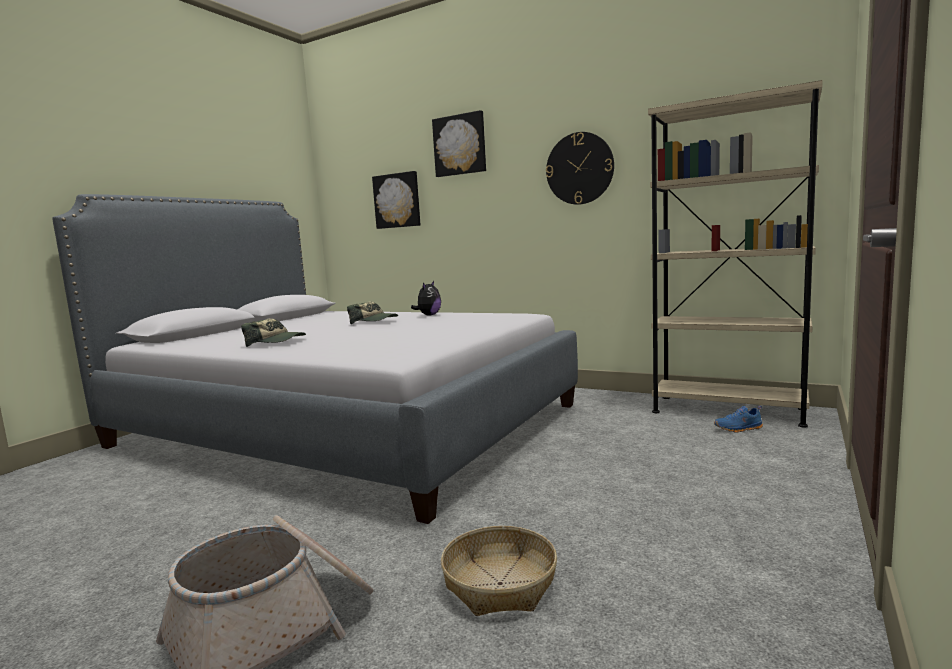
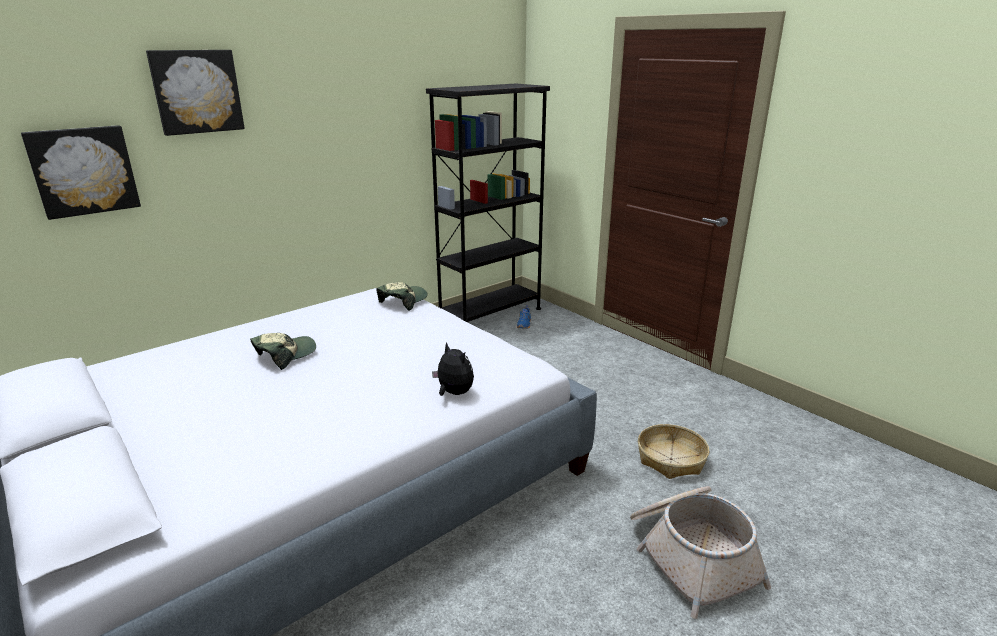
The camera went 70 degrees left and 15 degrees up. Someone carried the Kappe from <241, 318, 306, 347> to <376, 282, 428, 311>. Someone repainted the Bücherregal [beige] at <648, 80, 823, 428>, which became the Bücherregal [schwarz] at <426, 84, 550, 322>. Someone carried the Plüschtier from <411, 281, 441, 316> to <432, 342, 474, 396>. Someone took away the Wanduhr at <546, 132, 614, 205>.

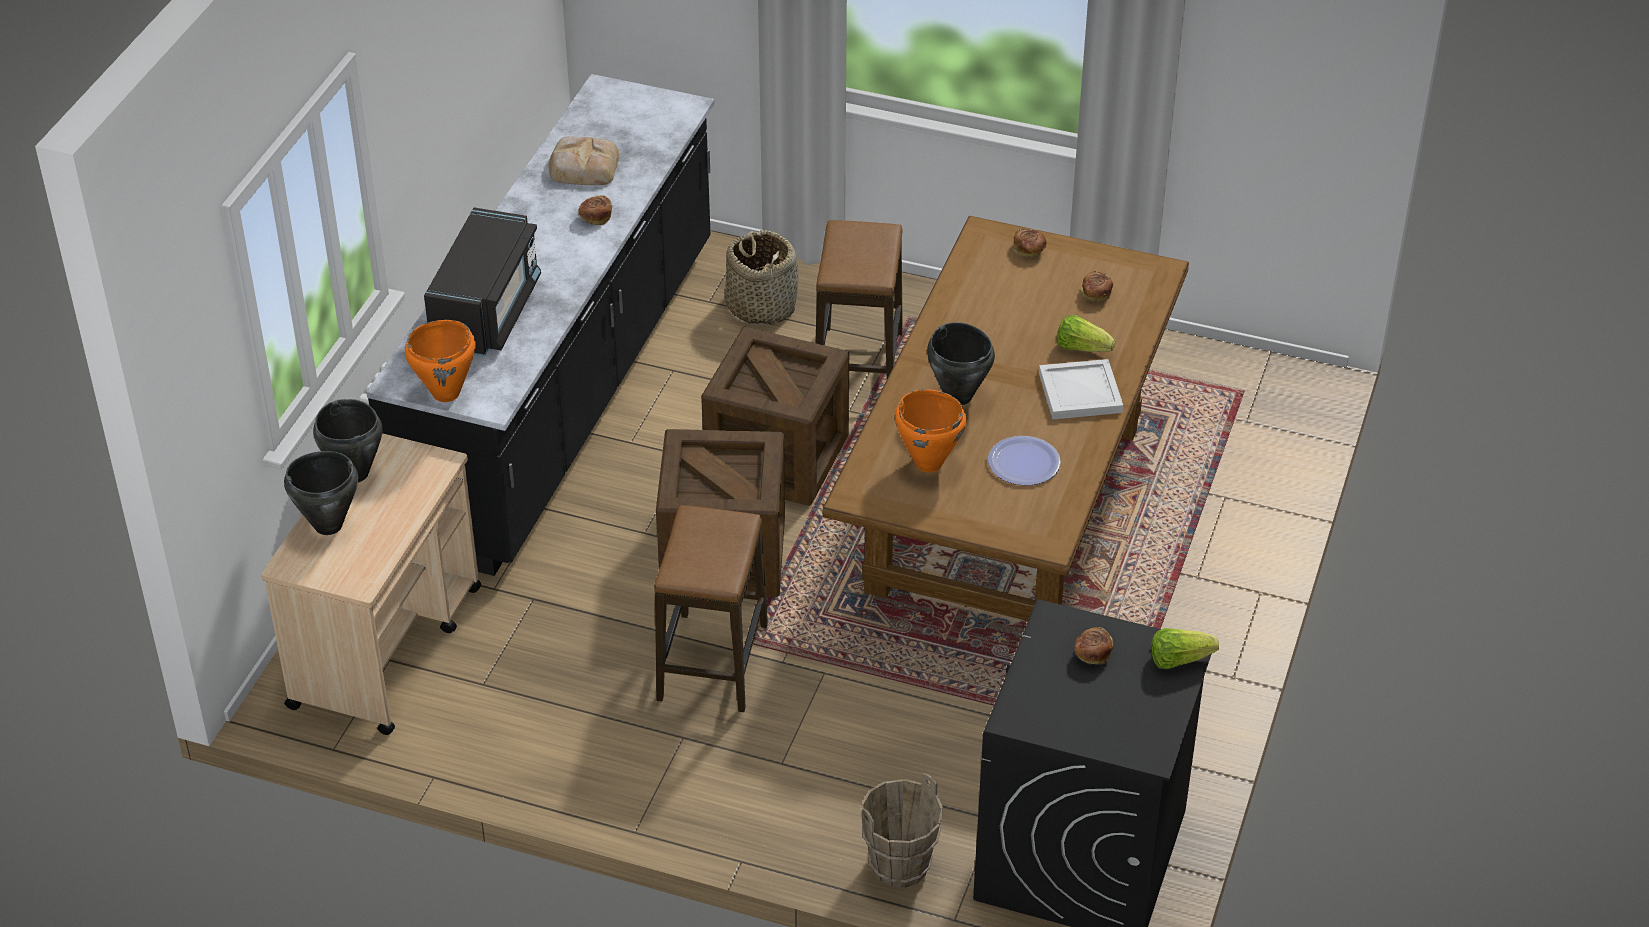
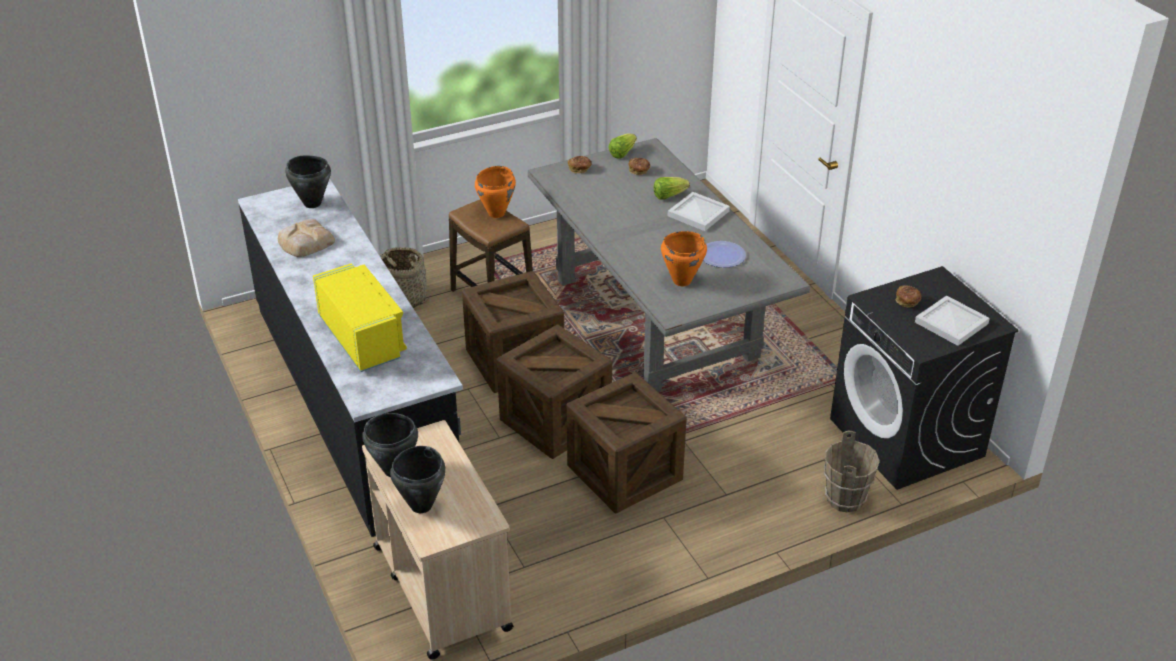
The camera went 45 degrees left and 5 degrees down. Someone carried the Kochtopf [schwarz] from <927, 322, 995, 405> to <285, 155, 331, 208>. Someone repainted the Mikrowelle [schwarz] at <424, 208, 541, 356>, which became the Mikrowelle [gelb] at <313, 263, 407, 372>. Someone carried the Kochtopf [orange] from <405, 320, 476, 402> to <475, 166, 516, 218>. Someone repainted the Esstisch [braun] at <823, 216, 1189, 621>, which became the Esstisch [grau] at <528, 138, 810, 391>. Someone swapped the Hocker at <654, 505, 768, 712> for the Kiste at <567, 372, 687, 513>. Someone carried the Salatkopf from <1151, 628, 1219, 669> to <608, 134, 637, 159>. Someone put down the Tablett [weiß] at <915, 295, 990, 346>. Someone took away the Brot at <579, 196, 612, 225>.

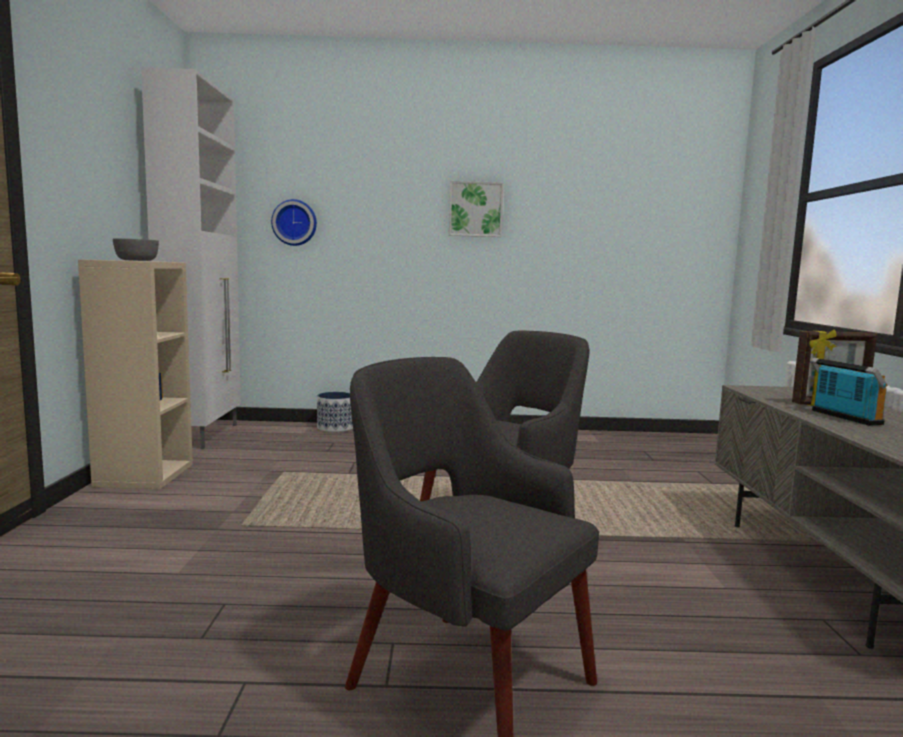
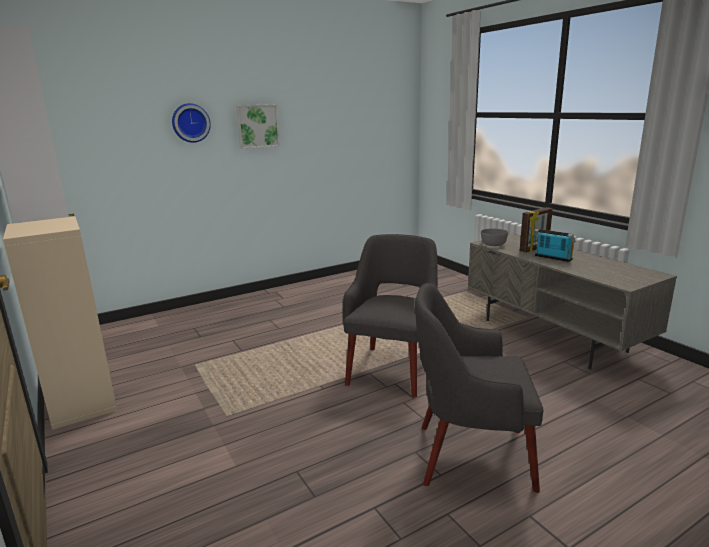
The camera went 30 degrees left and 10 degrees up. Someone carried the Wanduhr from <271, 199, 317, 246> to <172, 103, 211, 143>. Someone carried the Schüssel [grau] from <113, 238, 159, 261> to <481, 228, 508, 246>. Someone took away the Pflanzkübel at <317, 392, 353, 432>.

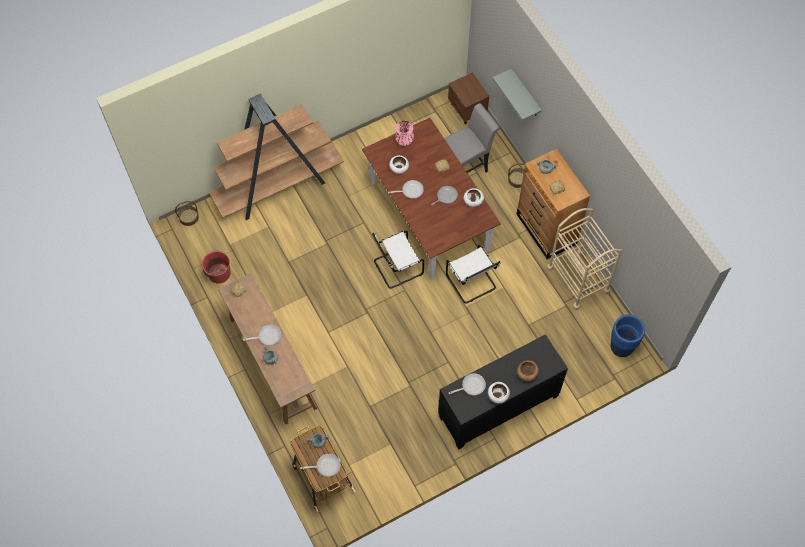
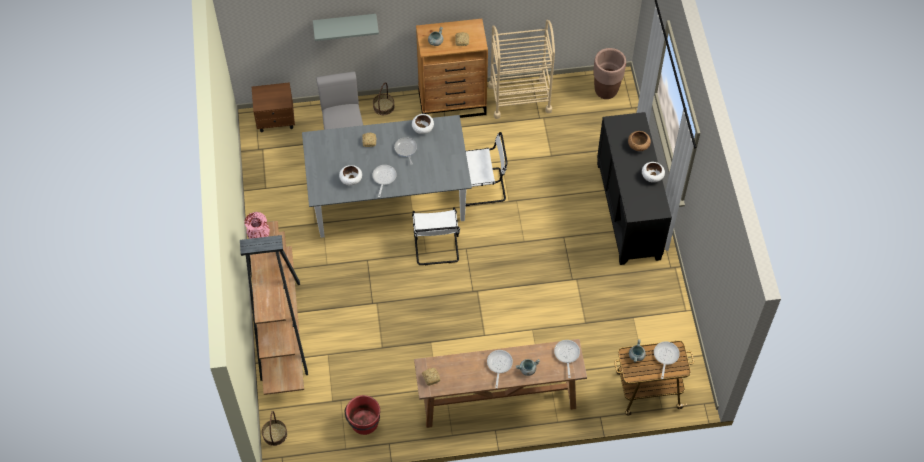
The camera went 70 degrees left and 5 degrees down. Someone carried the Vase [rosa] from <395, 121, 414, 146> to <245, 212, 270, 239>. Someone repainted the Esstisch [braun] at <362, 118, 501, 280>, which became the Esstisch [grau] at <302, 115, 472, 238>. Someone carried the Pfanne from <449, 373, 486, 395> to <554, 340, 580, 378>. Someone repainted the Pflanzkübel [blau] at <611, 314, 645, 357>, which became the Pflanzkübel [braun] at <593, 48, 626, 99>.

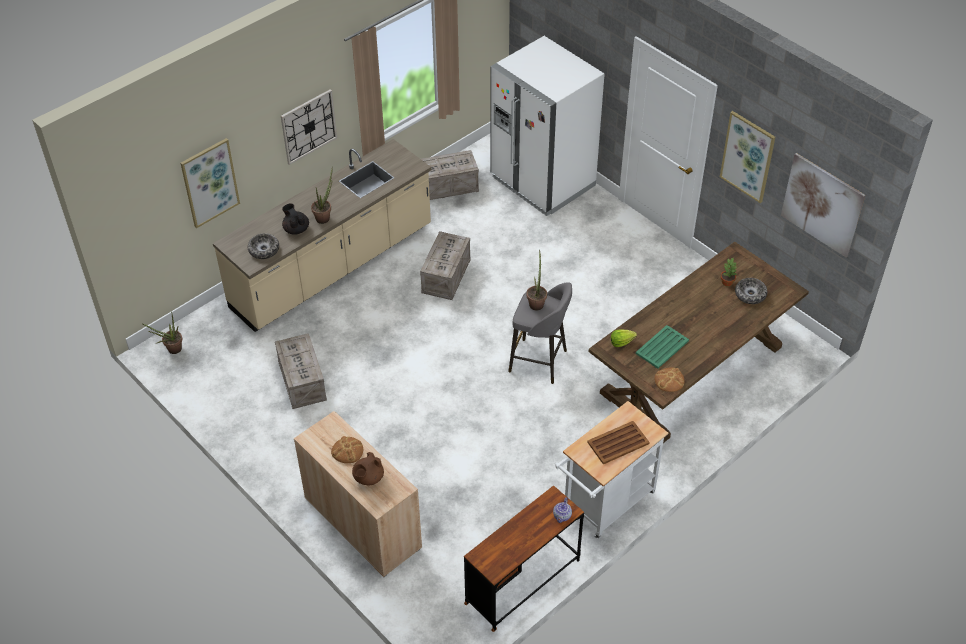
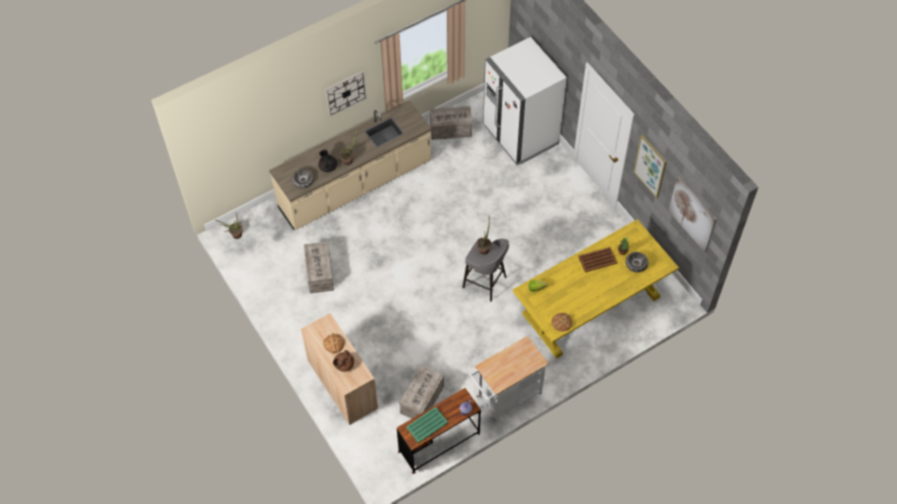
The camera went 10 degrees right and 10 degrees up. Someone carried the Kiste from <420, 231, 471, 300> to <399, 365, 444, 419>. Someone carried the Tablett [grün] from <636, 325, 689, 369> to <406, 407, 448, 443>. Someone repainted the Esstisch [braun] at <588, 242, 809, 443>, which became the Esstisch [gelb] at <513, 219, 679, 359>. Someone carried the Tablett [braun] from <587, 421, 650, 464> to <578, 247, 617, 272>. Someone took away the Bild at <180, 138, 240, 228>.

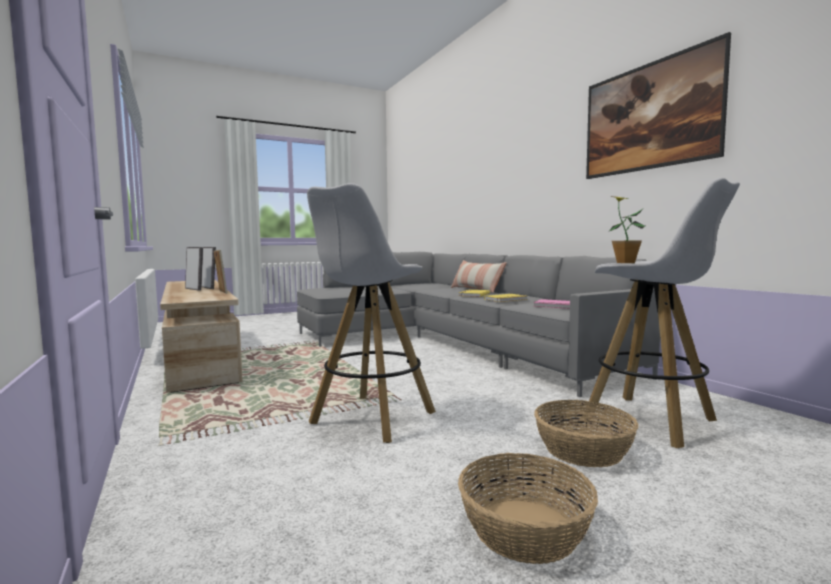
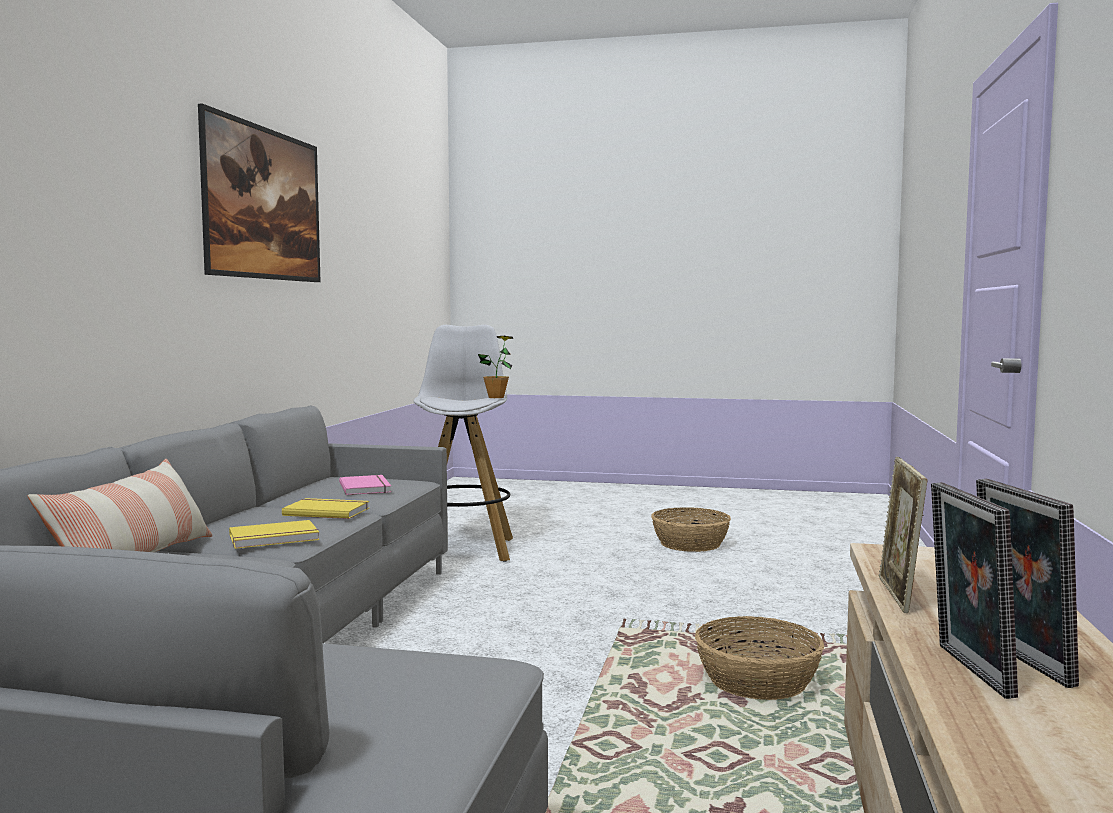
The camera went 140 degrees left and 0 degrees up. Someone carried the Korb from <534, 400, 639, 467> to <695, 616, 824, 700>. Someone took away the Hocker [weiß] at <307, 183, 436, 443>.

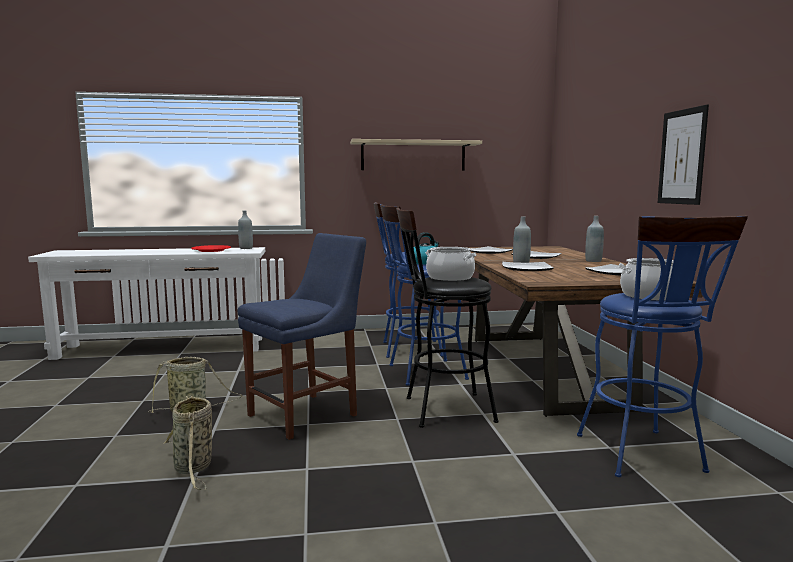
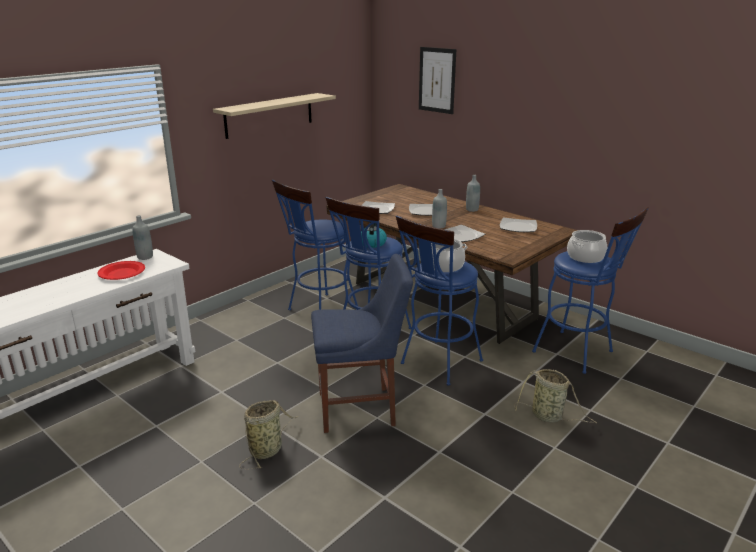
The camera went 40 degrees left and 15 degrees up. Someone rotated the Stuhl [blau] at <238, 233, 366, 440> by 75 degrees clockwise. Someone repainted the Hocker [schwarz] at <396, 207, 499, 428>, which became the Hocker [blau] at <396, 215, 483, 386>. Someone carried the Bild from <658, 104, 709, 205> to <419, 47, 456, 114>. Someone carried the Korb from <163, 395, 212, 490> to <514, 369, 597, 423>.

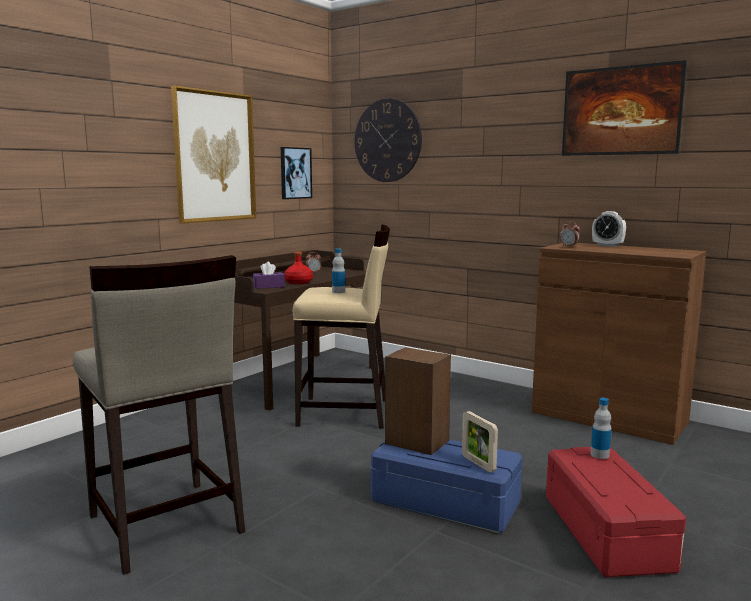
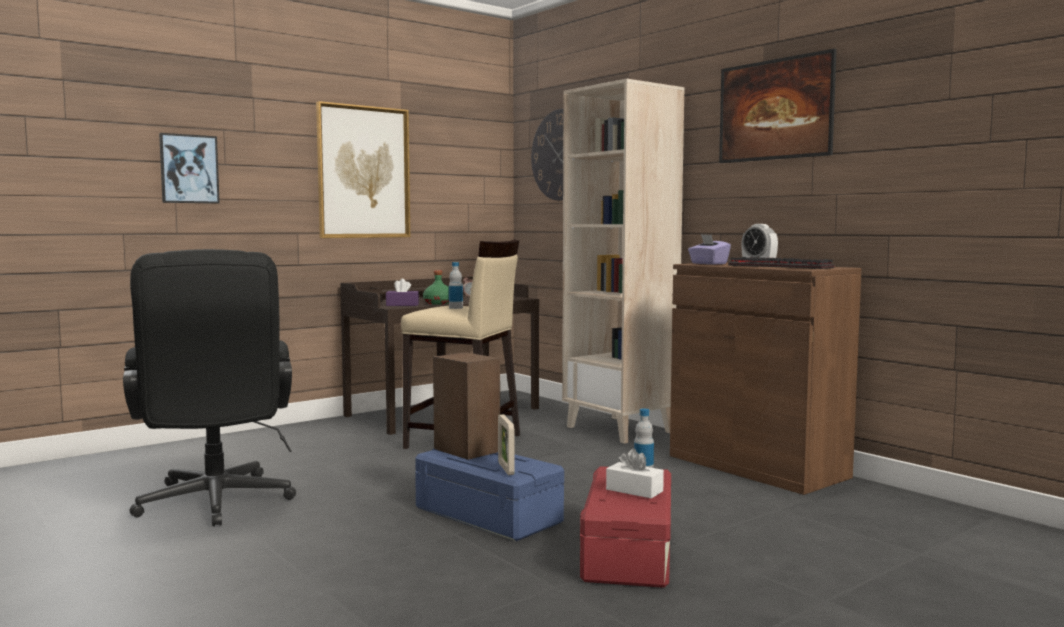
The camera went 15 degrees right and 5 degrees down. Someone swapped the Hocker [beige] at <73, 255, 245, 575> for the Bürostuhl [schwarz] at <123, 249, 296, 526>. Someone carried the Bild from <281, 147, 312, 199> to <159, 133, 220, 204>. Someone repainted the Flasche [rot] at <284, 252, 313, 284>, which became the Flasche [grün] at <423, 270, 449, 305>. Someone put down the Bücherregal [beige] at <562, 79, 684, 444>. Someone put down the Taschentuchbox [weiß] at <606, 448, 664, 499>. Someone swapped the Wecker at <560, 221, 580, 248> for the Taschentuchbox [lila] at <688, 234, 731, 265>. Someone put down the Tastatur at <728, 257, 835, 269>.

